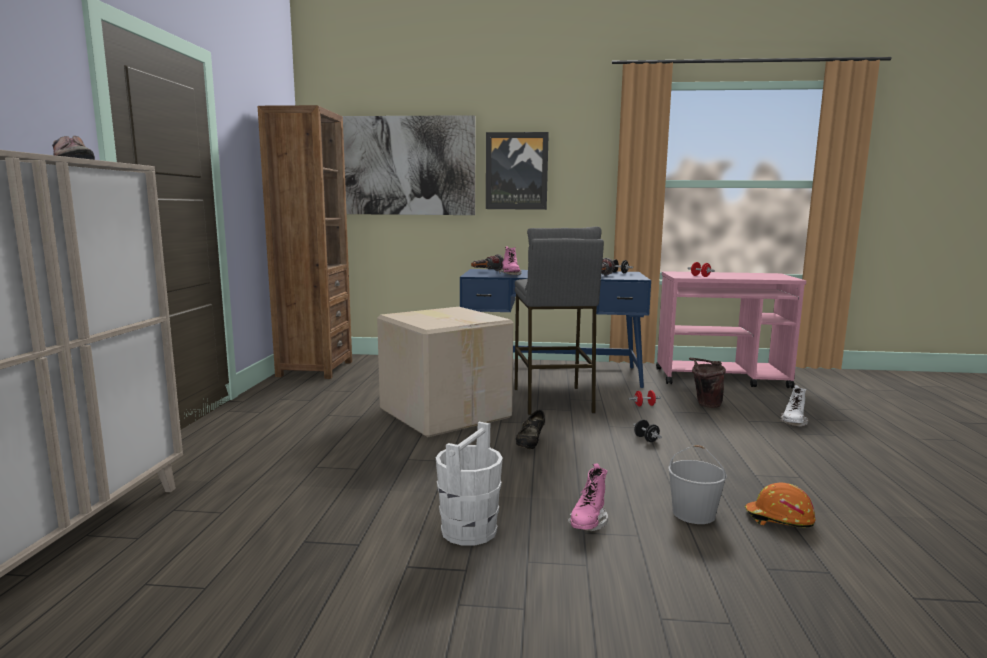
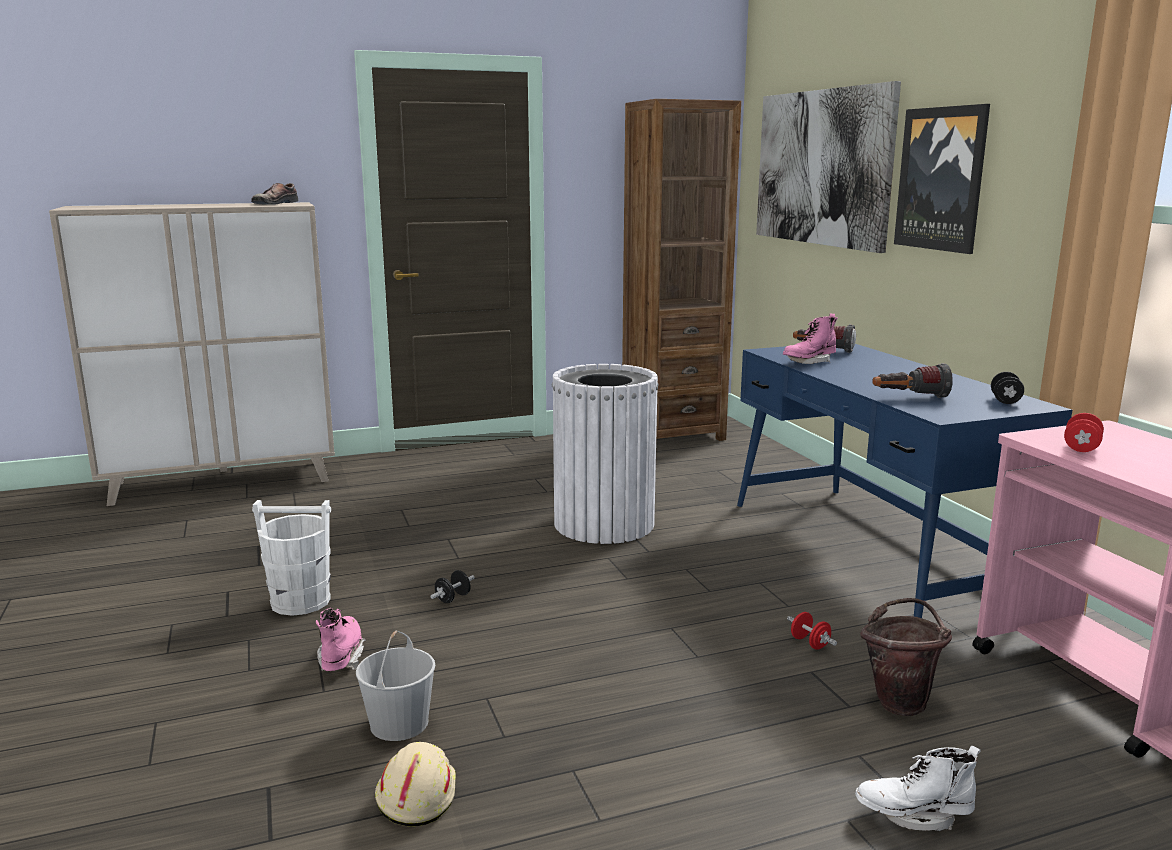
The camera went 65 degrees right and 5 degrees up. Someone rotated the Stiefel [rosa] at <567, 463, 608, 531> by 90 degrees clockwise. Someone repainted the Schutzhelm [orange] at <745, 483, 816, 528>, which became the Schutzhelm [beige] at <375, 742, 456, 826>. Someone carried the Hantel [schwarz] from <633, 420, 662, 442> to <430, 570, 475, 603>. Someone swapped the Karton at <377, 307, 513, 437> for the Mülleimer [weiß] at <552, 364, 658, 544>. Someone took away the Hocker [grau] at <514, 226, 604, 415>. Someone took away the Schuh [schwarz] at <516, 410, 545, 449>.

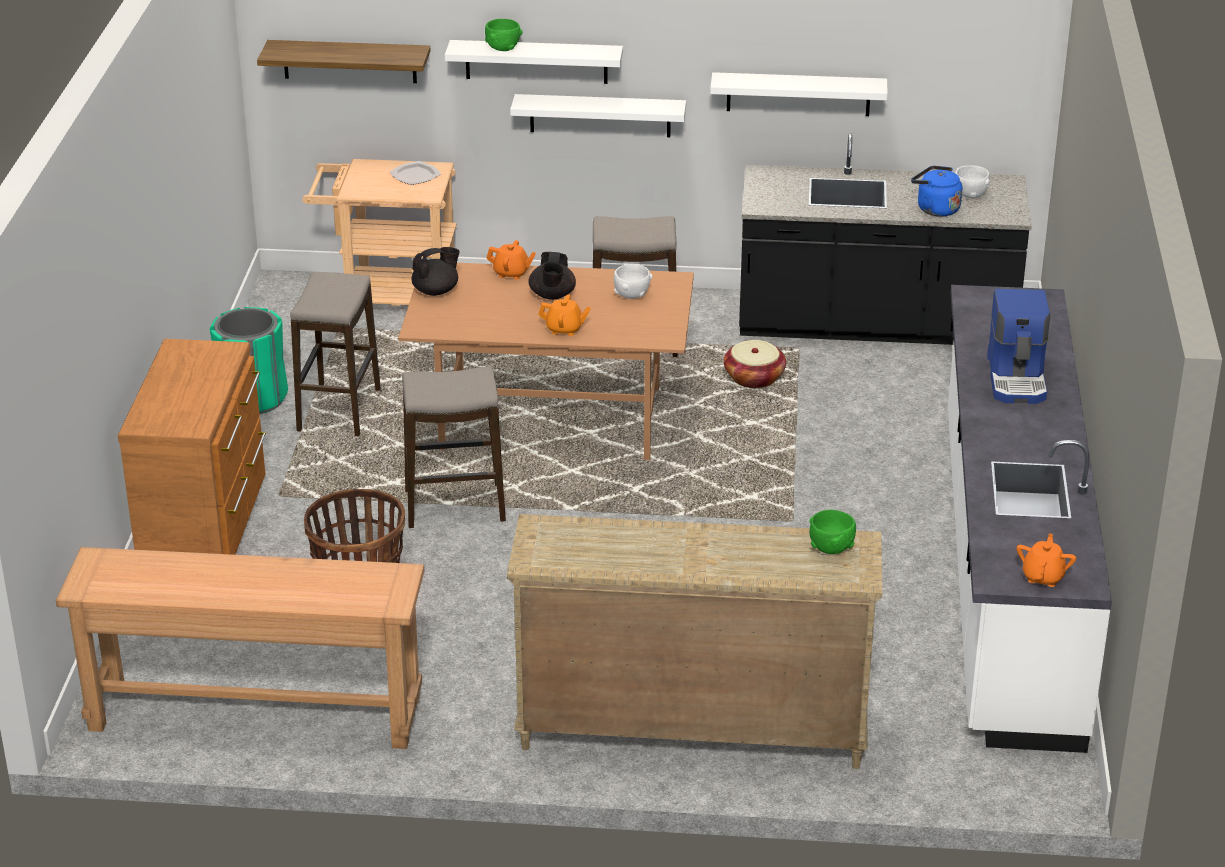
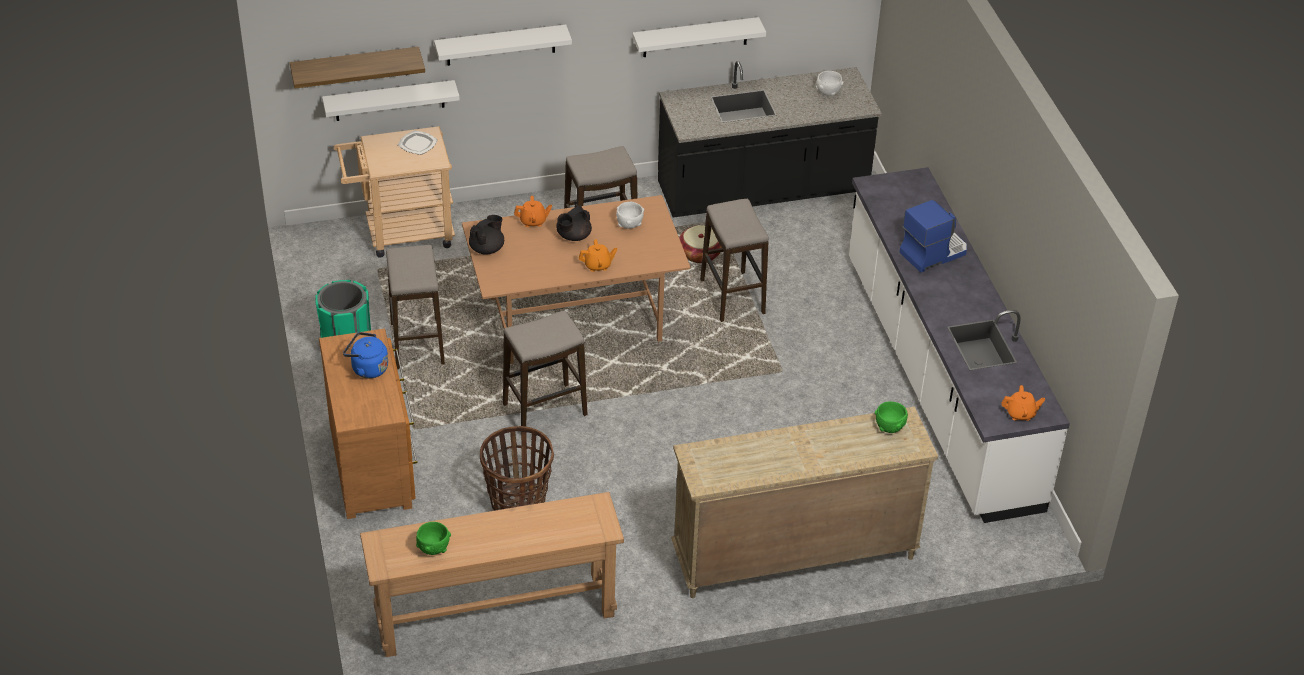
The camera went 20 degrees left and 10 degrees up. Someone carried the Wandregal [weiß] from <510, 94, 686, 137> to <322, 80, 460, 121>. Someone carried the Wasserkessel [blau] from <911, 166, 962, 217> to <343, 332, 388, 378>. Someone carried the Schüssel [grün] from <485, 19, 522, 51> to <416, 522, 451, 555>. Someone rotated the Teekanne [schwarz] at <528, 252, 576, 300> by 60 degrees clockwise. Someone put down the Hocker at <700, 199, 769, 322>. Someone rotated the Kaffeemaschine at <987, 289, 1050, 404> by 105 degrees counterclockwise. Someone rotated the Teekanne [orange] at <1017, 533, 1076, 587> by 90 degrees clockwise.

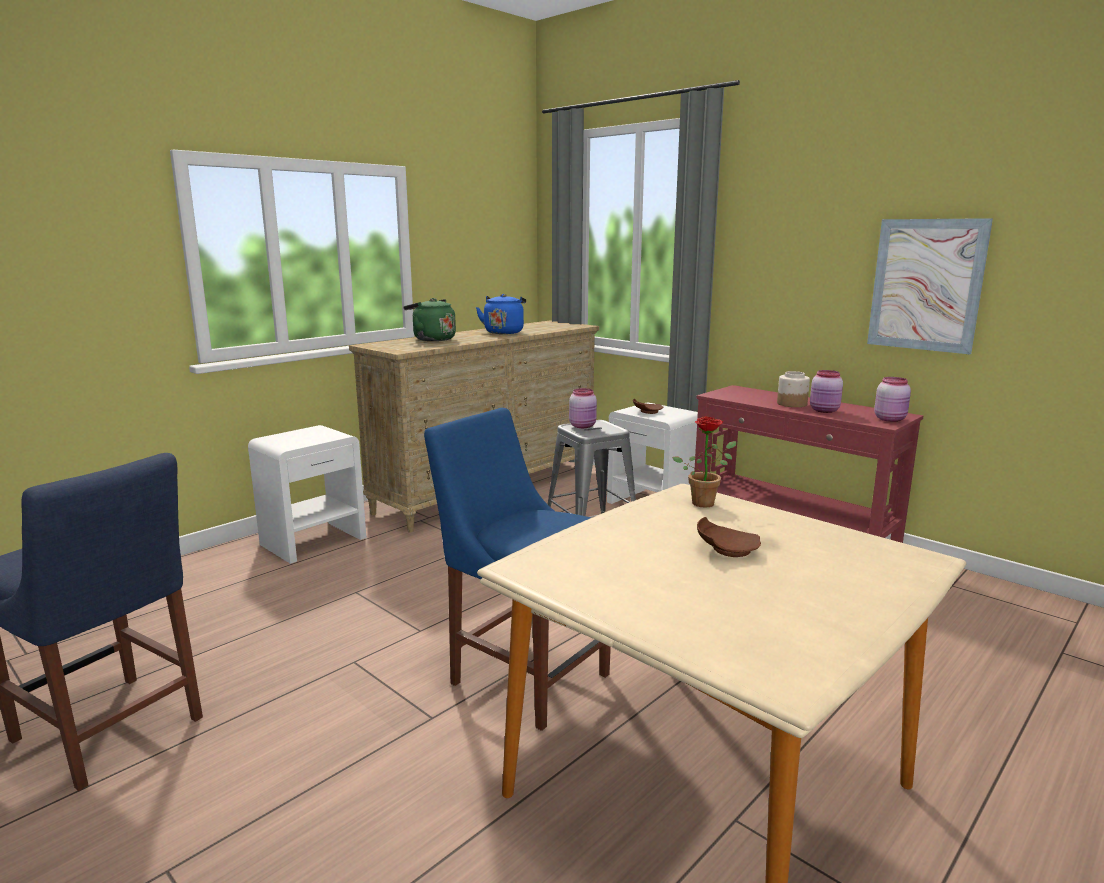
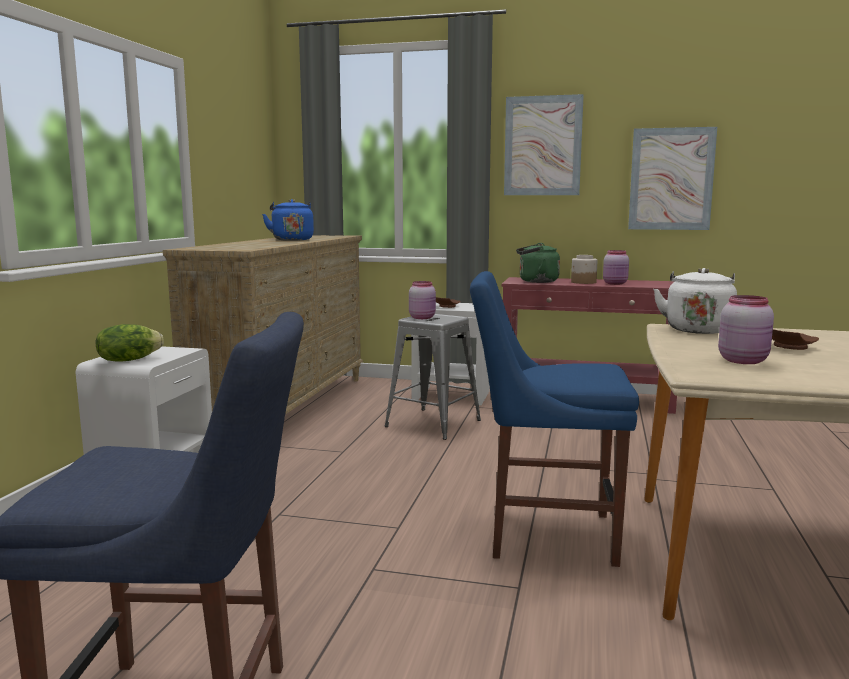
The camera went 30 degrees left and 5 degrees down. Someone put down the Salatkopf at <96, 324, 164, 362>. Someone put up the Bild at <504, 94, 584, 195>. Someone carried the Wasserkessel [grün] from <404, 298, 456, 341> to <516, 243, 560, 283>. Someone swapped the Topfpflanze at <672, 417, 737, 508> for the Wasserkessel [weiß] at <654, 268, 737, 334>. Someone carried the Vorratsglas [rosa] from <874, 377, 911, 422> to <718, 295, 774, 364>.

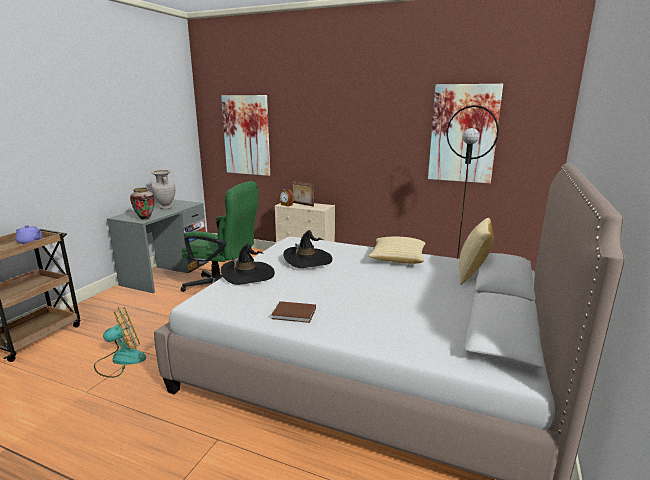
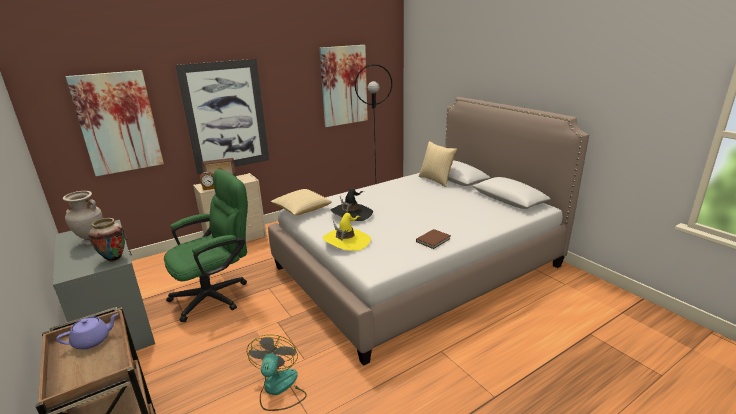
The camera went 55 degrees left and 5 degrees up. Someone put up the Bild at <175, 59, 269, 174>. Someone carried the Kissen from <368, 237, 426, 264> to <271, 189, 332, 215>. Someone repainted the Hut [schwarz] at <221, 243, 275, 285>, which became the Hut [gelb] at <323, 213, 371, 251>.

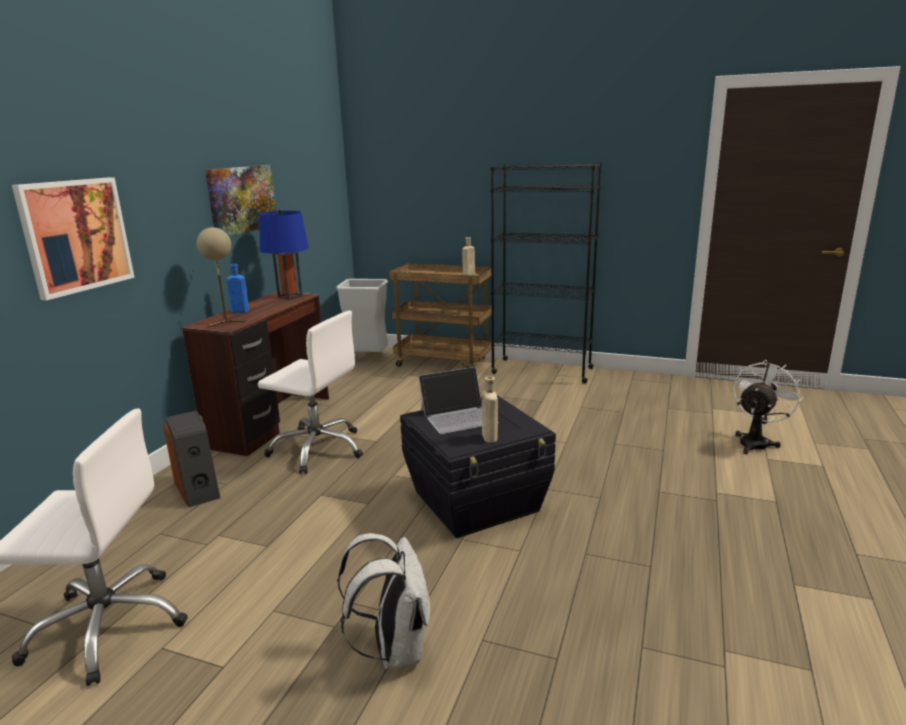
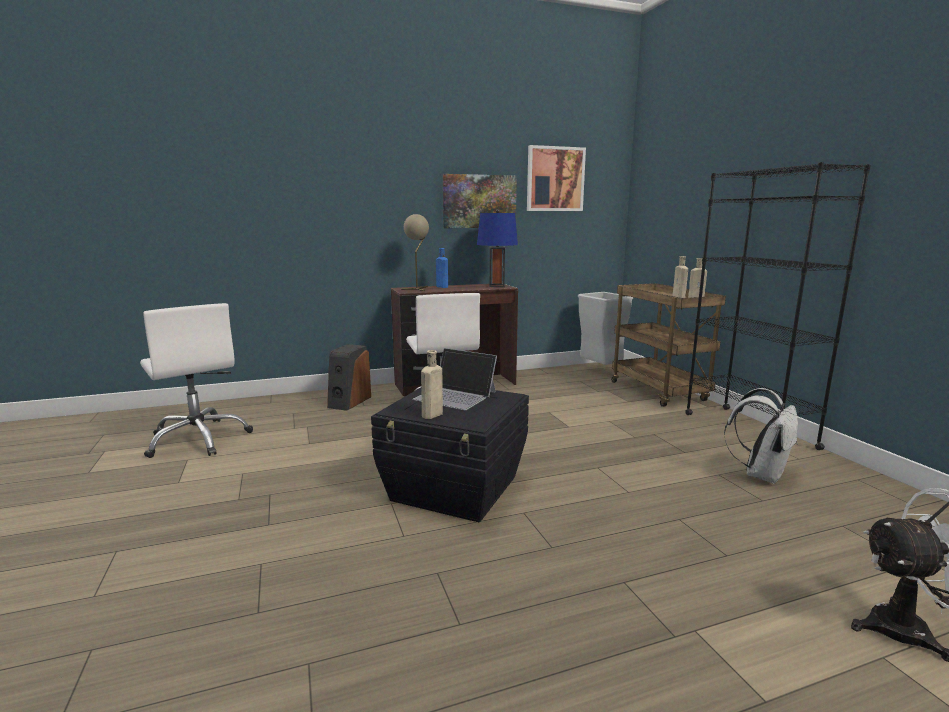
The camera went 50 degrees right and 5 degrees down. Someone carried the Bild from <12, 177, 135, 300> to <527, 145, 586, 211>. Someone put down the Flasche [beige] at <673, 256, 688, 298>. Someone carried the Rucksack [weiß] from <337, 533, 430, 669> to <724, 388, 798, 484>.

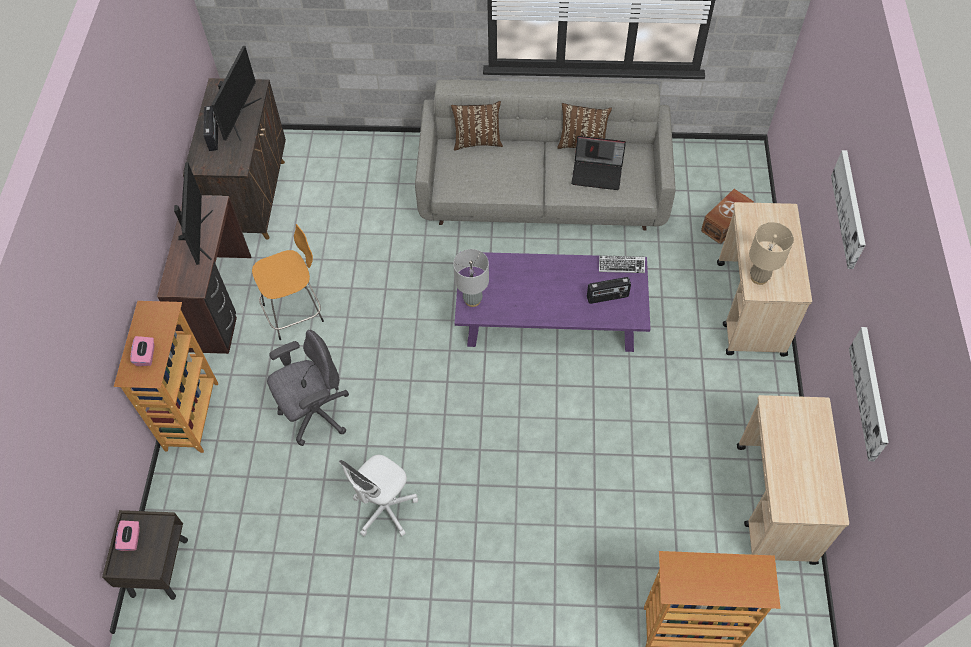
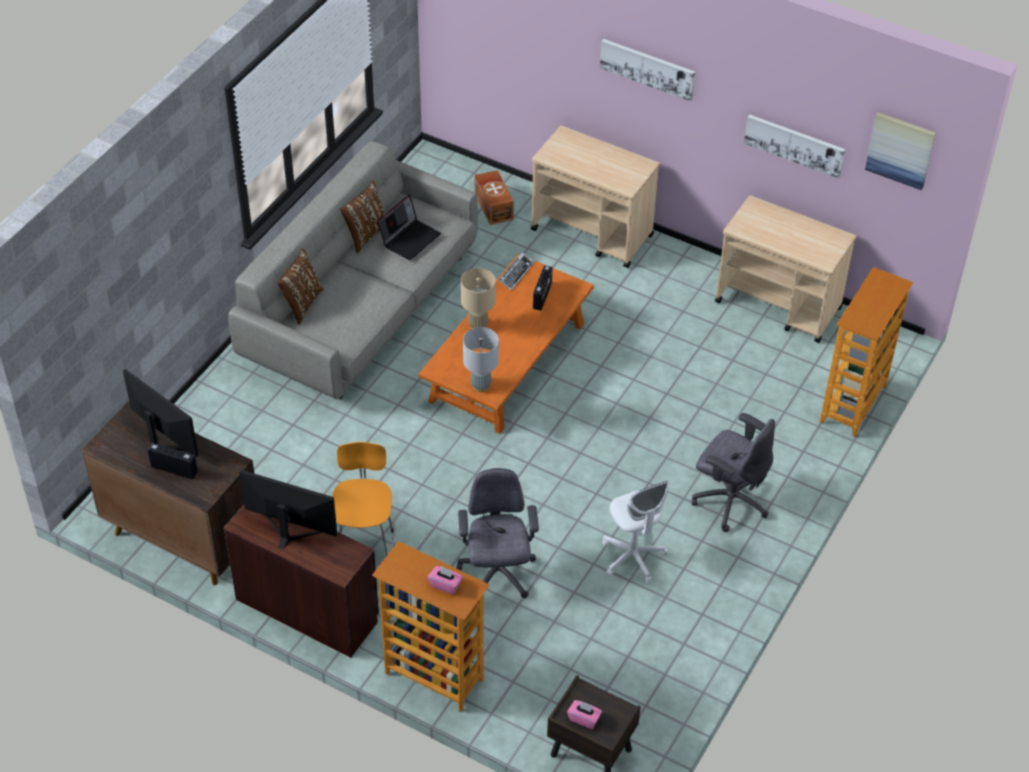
The camera went 65 degrees left and 10 degrees down. Someone repainted the Couchtisch [lila] at <455, 252, 650, 352>, which became the Couchtisch [orange] at <418, 254, 594, 434>. Someone carried the Tischlampe [beige] from <749, 222, 794, 285> to <461, 268, 496, 329>. Someone put down the Bürostuhl [grau] at <692, 413, 775, 532>. Someone put up the Bild at <865, 112, 936, 190>.

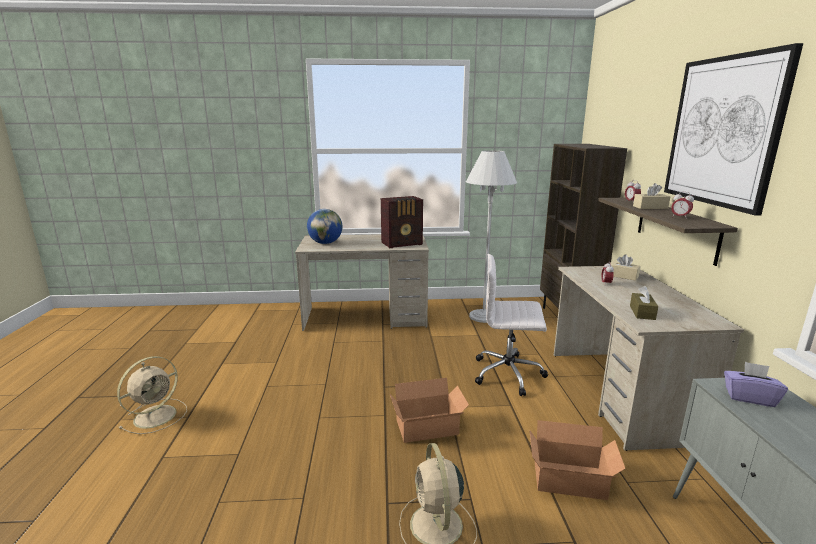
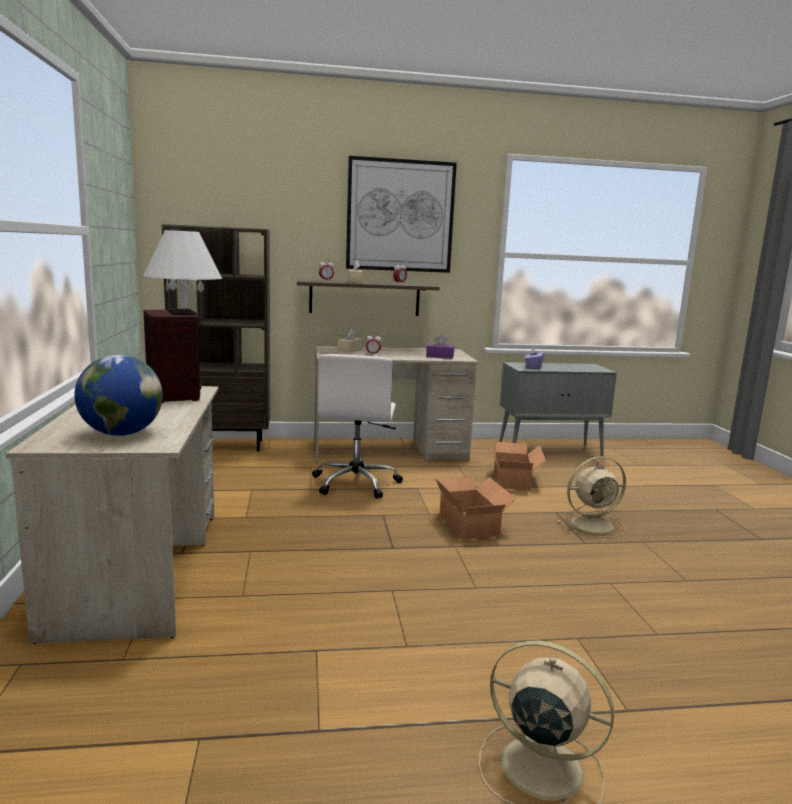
The camera went 95 degrees left and 5 degrees down. Someone repainted the Taschentuchbox [braun] at <630, 286, 658, 320>, which became the Taschentuchbox [lila] at <426, 335, 454, 359>.

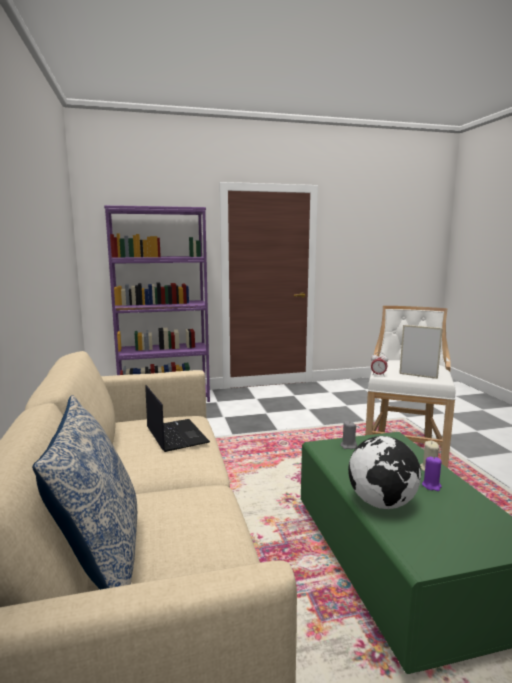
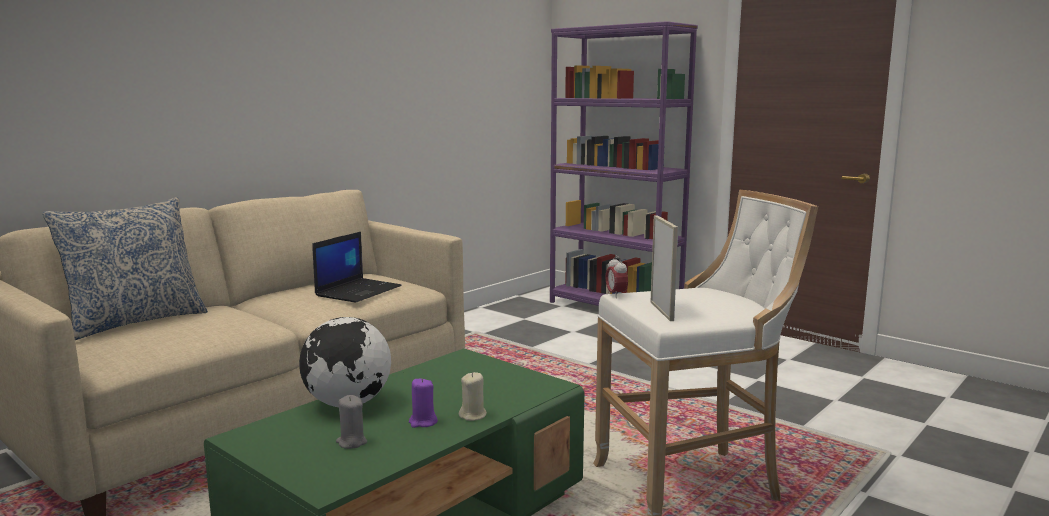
The camera went 55 degrees right and 0 degrees up. Someone carried the Kerze [grau] from <340, 421, 357, 449> to <336, 395, 367, 449>.

